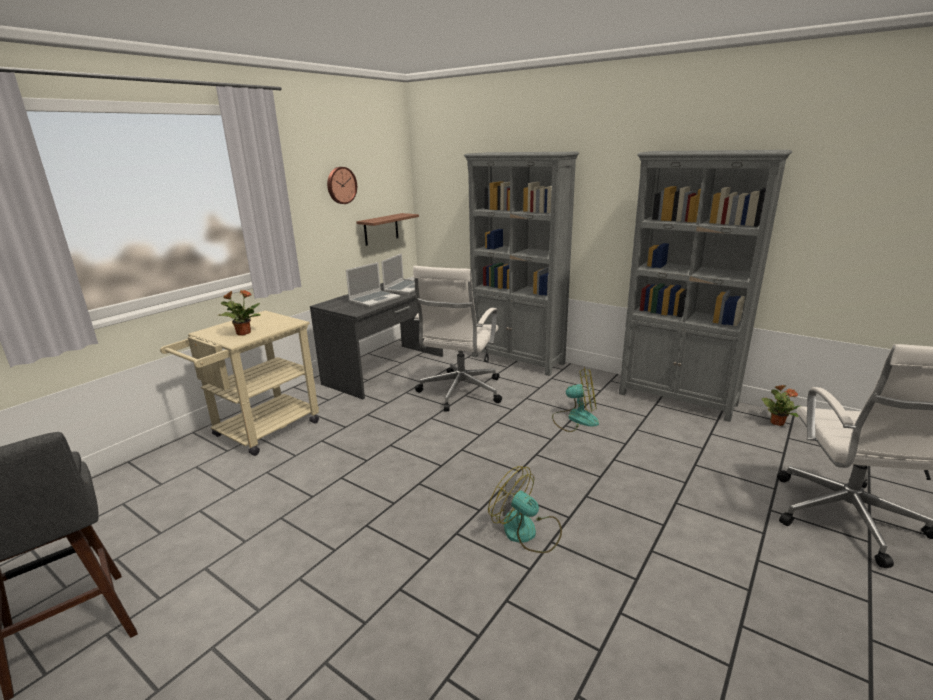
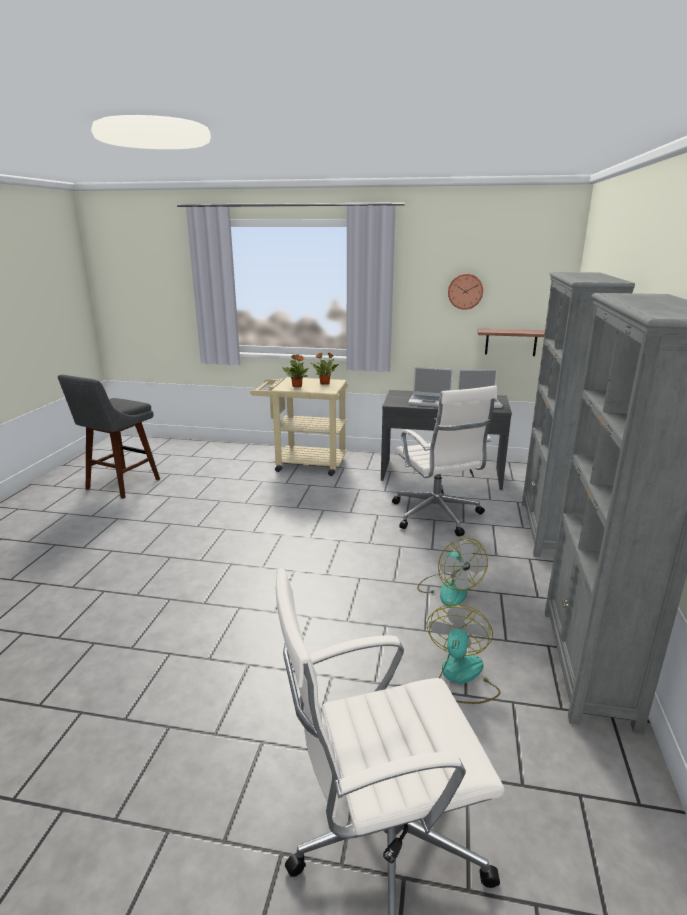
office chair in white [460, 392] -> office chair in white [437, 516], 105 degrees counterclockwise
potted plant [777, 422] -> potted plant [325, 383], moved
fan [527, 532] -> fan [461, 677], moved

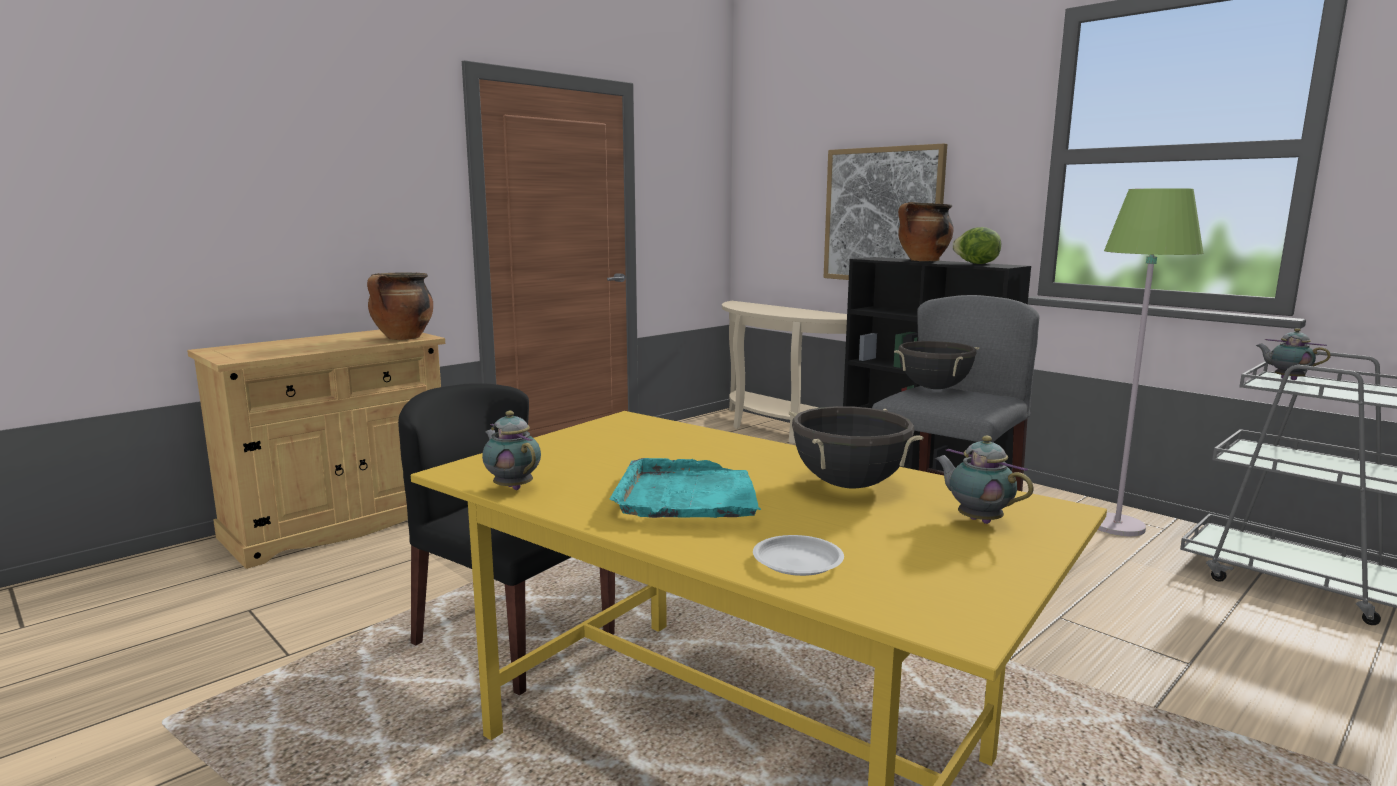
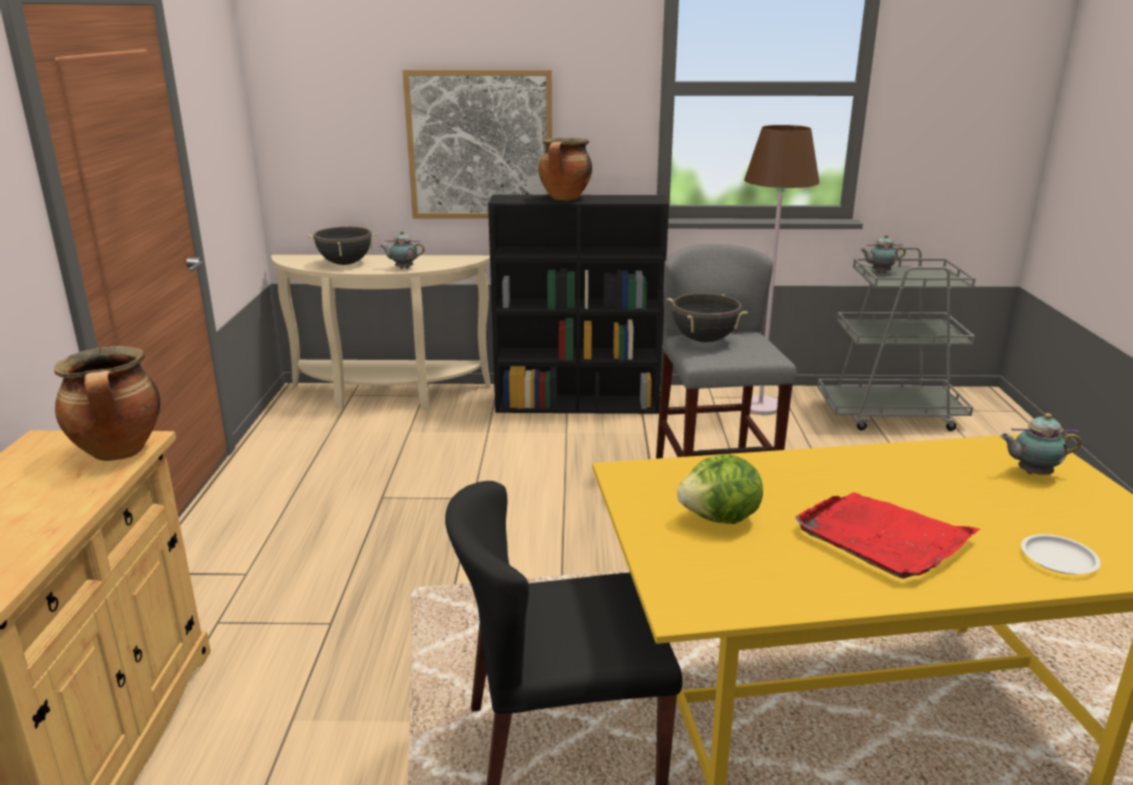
floor lamp in green [1117, 526] -> floor lamp in brown [760, 406]
lettuce [976, 264] -> lettuce [720, 519], moved
cooking pot in black [849, 484] -> cooking pot in black [345, 263], moved
teapot [512, 487] -> teapot [403, 268], moved
tray in turquoise [687, 496] -> tray in red [883, 538]

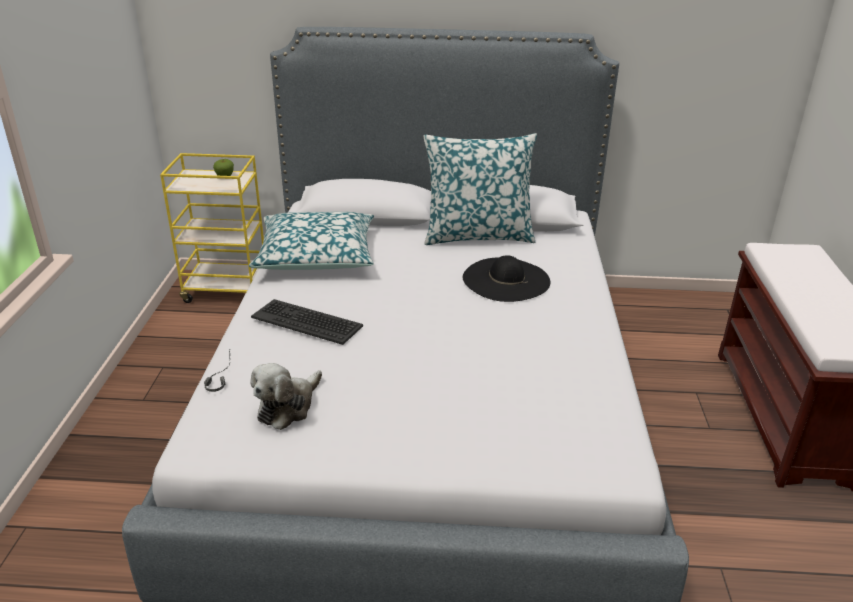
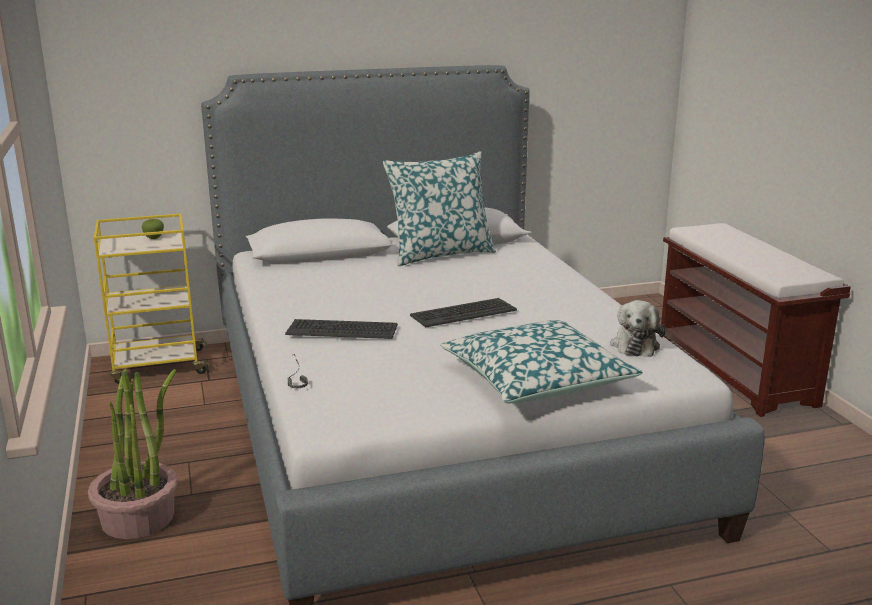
pillow [316, 255] -> pillow [536, 379], moved
hat in black [506, 279] -> none
plush toy [288, 406] -> plush toy [635, 344], moved
none -> keyboard [463, 313]
none -> potted plant [139, 517]

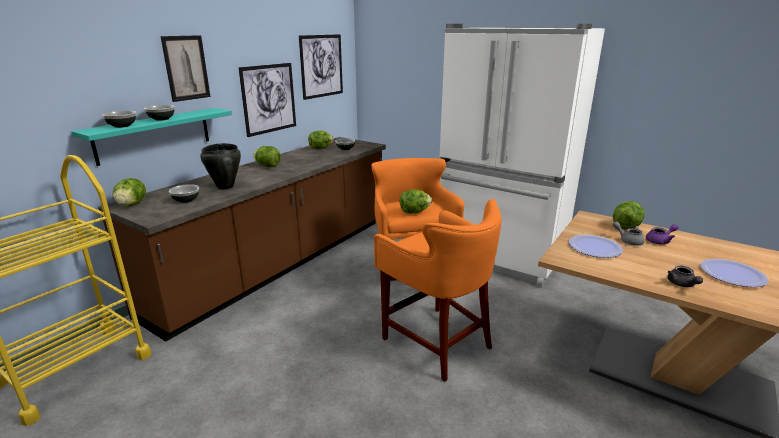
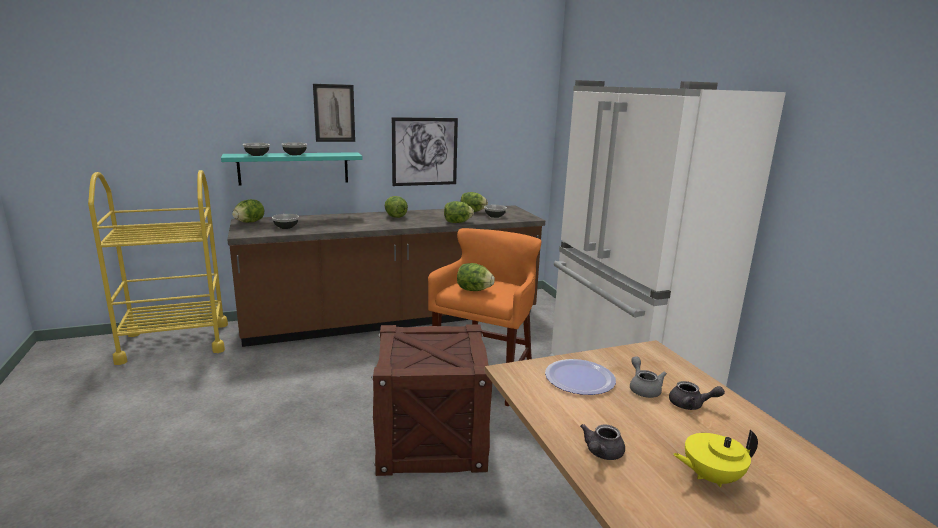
picture [321, 66] -> none
cooking pot in black [225, 187] -> none
stool in orange [437, 341] -> crate [431, 439]
lettuce [626, 227] -> lettuce [457, 222], moved
teapot in purple [660, 241] -> teapot in grey [691, 405]
plate [732, 274] -> teapot in yellow [710, 477]

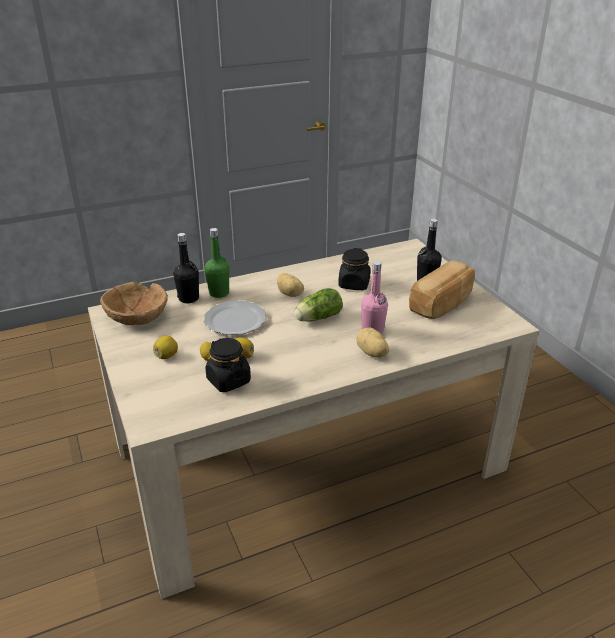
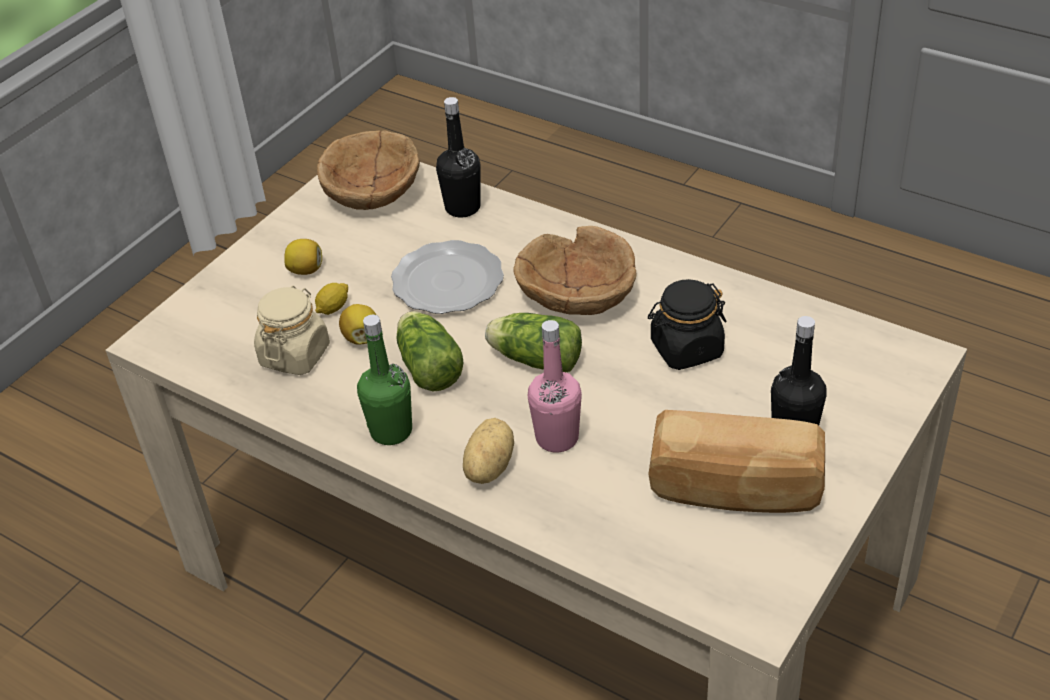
bottle in green [219, 293] -> bottle in green [391, 431], moved
potato [290, 294] -> bowl in brown [578, 295]
jar in black [228, 380] -> jar in beige [295, 355]
none -> lettuce [428, 365]

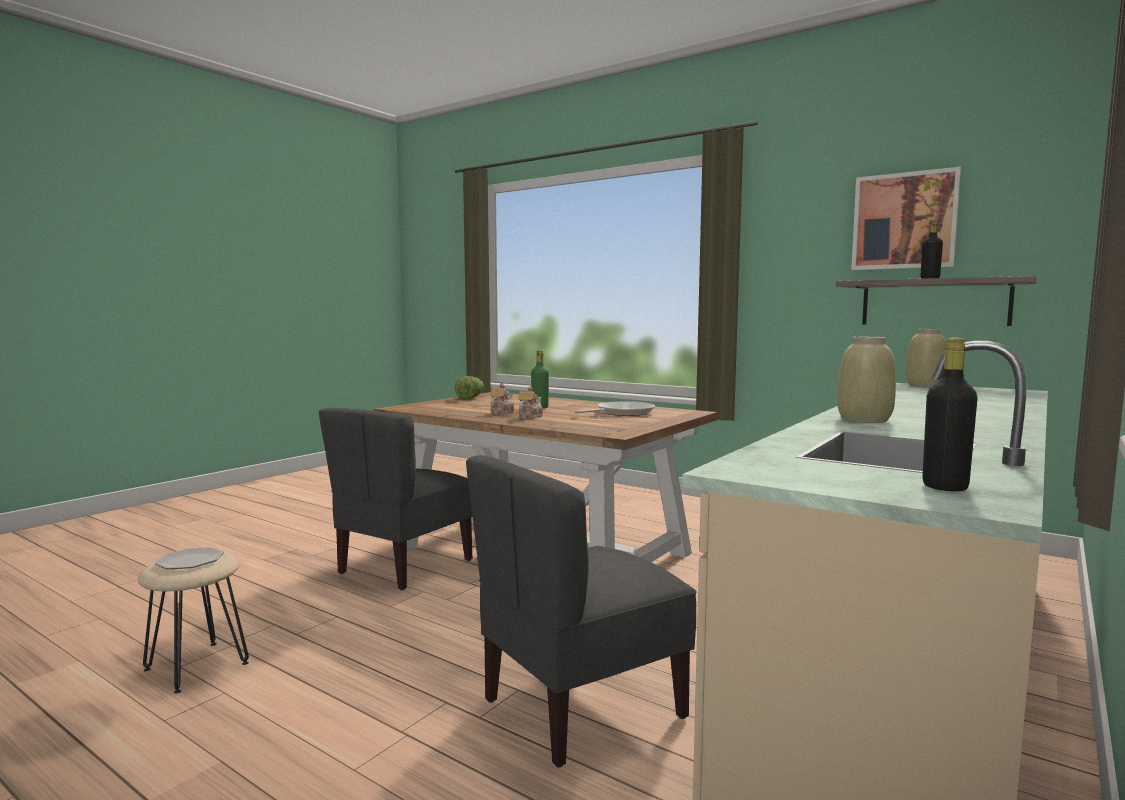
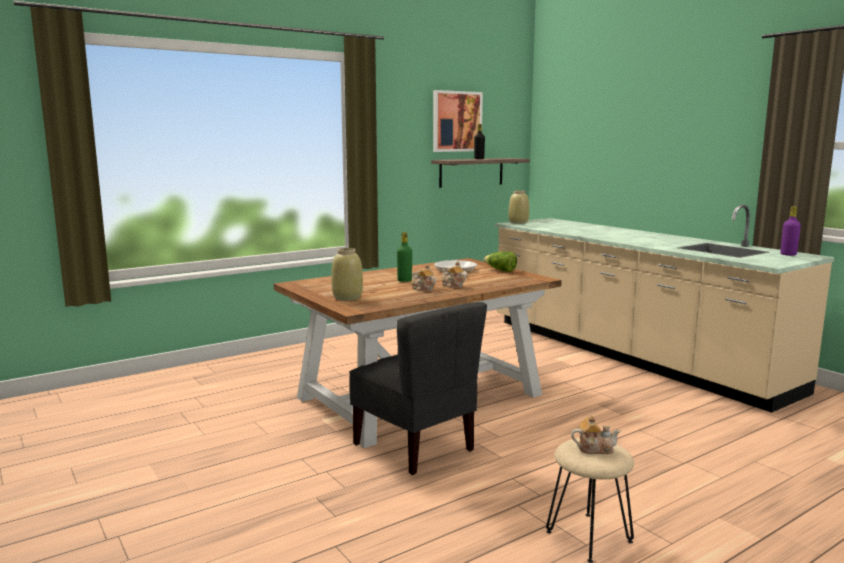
vase in beige [864, 419] -> vase in beige [347, 297], moved
bottle in black [945, 487] -> bottle in purple [788, 254]
lettuce [470, 398] -> lettuce [500, 270], moved
chair in grey [581, 707] -> none
plate [191, 561] -> teapot [594, 449]

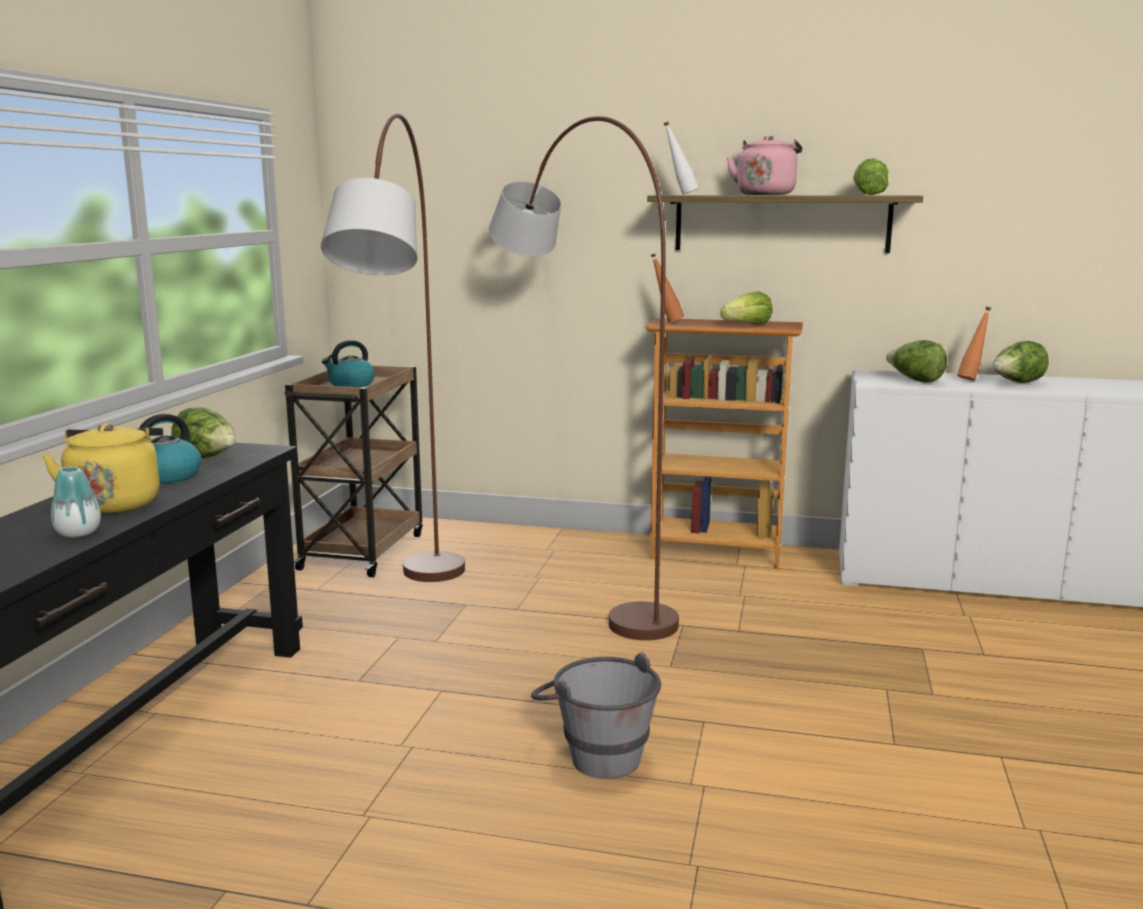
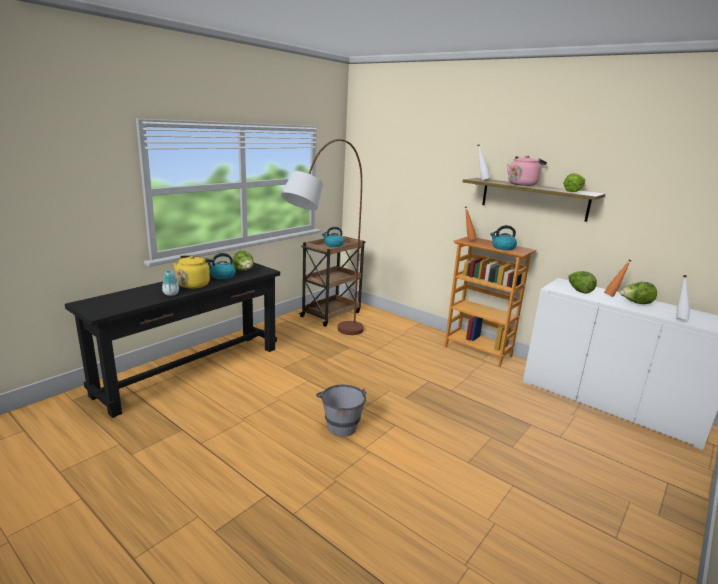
floor lamp in brown [575, 582] -> none
lettuce [747, 325] -> kettle [503, 248]
none -> bottle in white [678, 318]

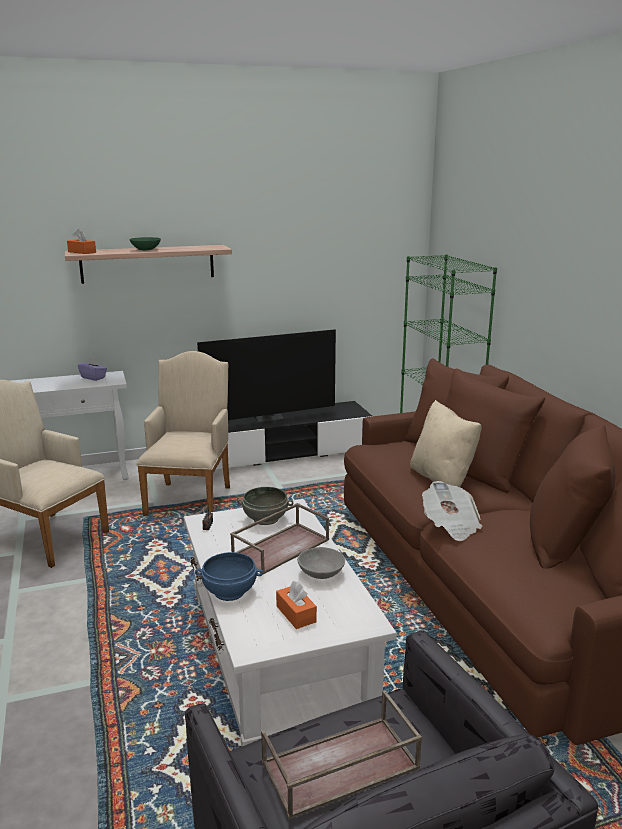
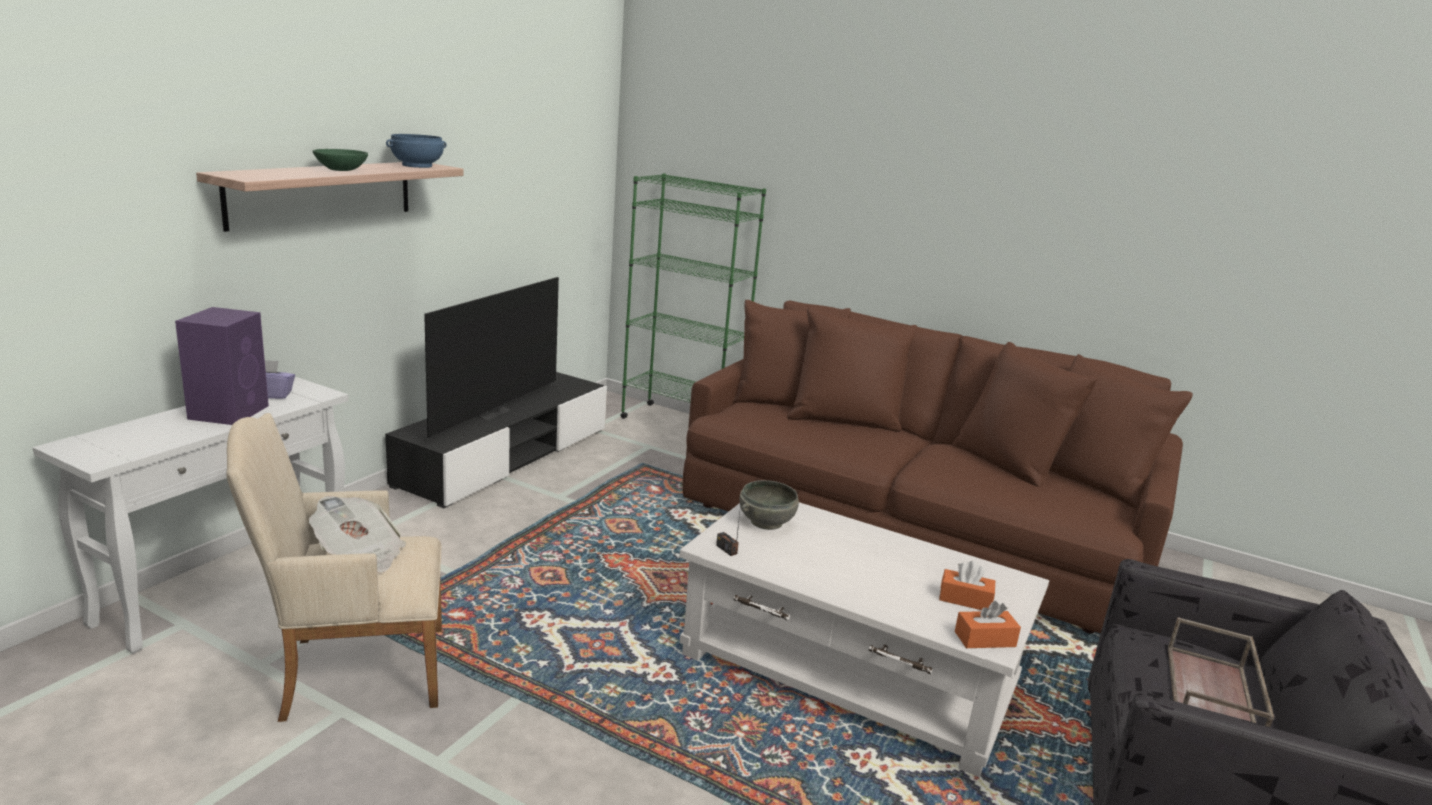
tissue box in orange [82, 252] -> tissue box in orange [985, 639], moved
armchair in beige [190, 498] -> none
pillow in beige [442, 480] -> none
newspaper [450, 525] -> newspaper [360, 554], moved
tray in brown [281, 547] -> none
bowl in grey [321, 573] -> none
bowl in blue [229, 592] -> bowl in blue [417, 166], moved
none -> speaker in purple [230, 412]

